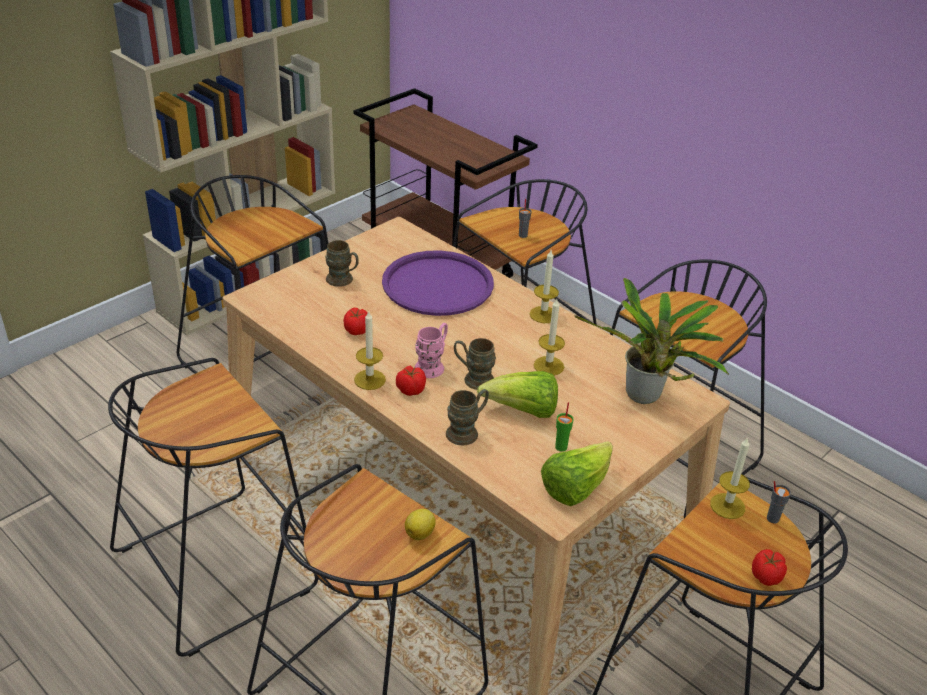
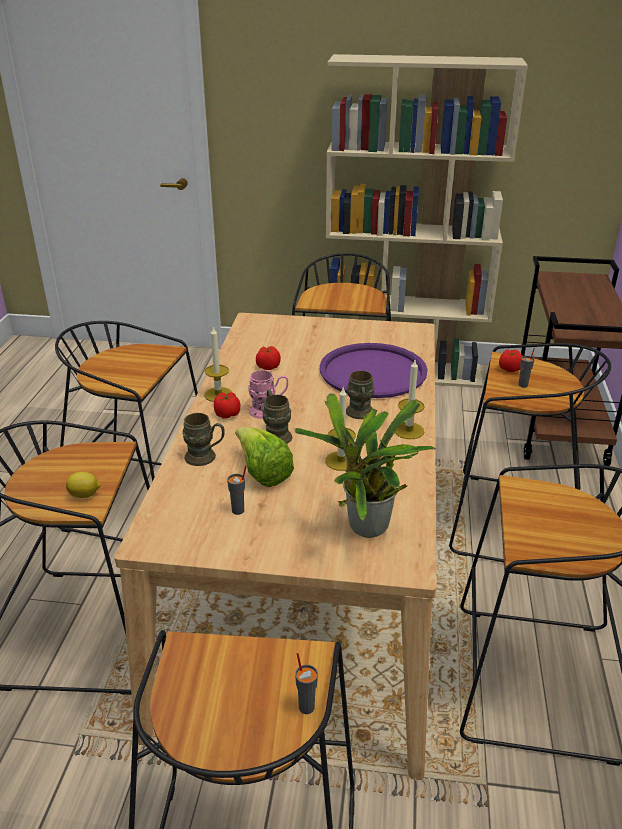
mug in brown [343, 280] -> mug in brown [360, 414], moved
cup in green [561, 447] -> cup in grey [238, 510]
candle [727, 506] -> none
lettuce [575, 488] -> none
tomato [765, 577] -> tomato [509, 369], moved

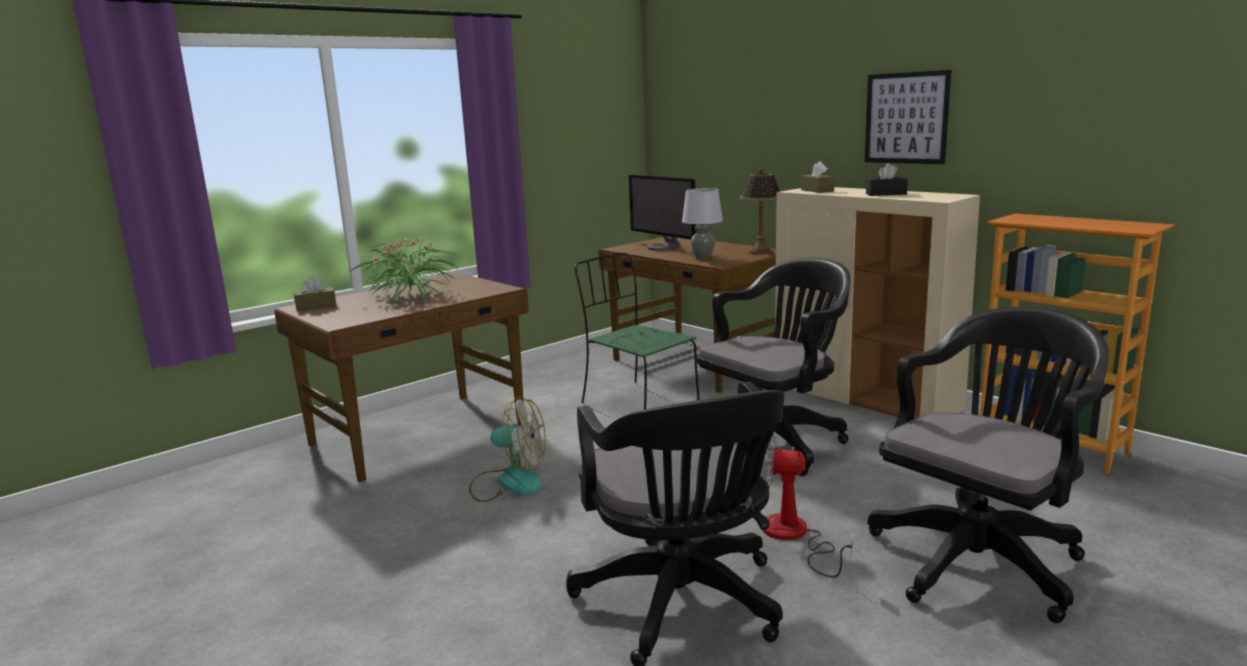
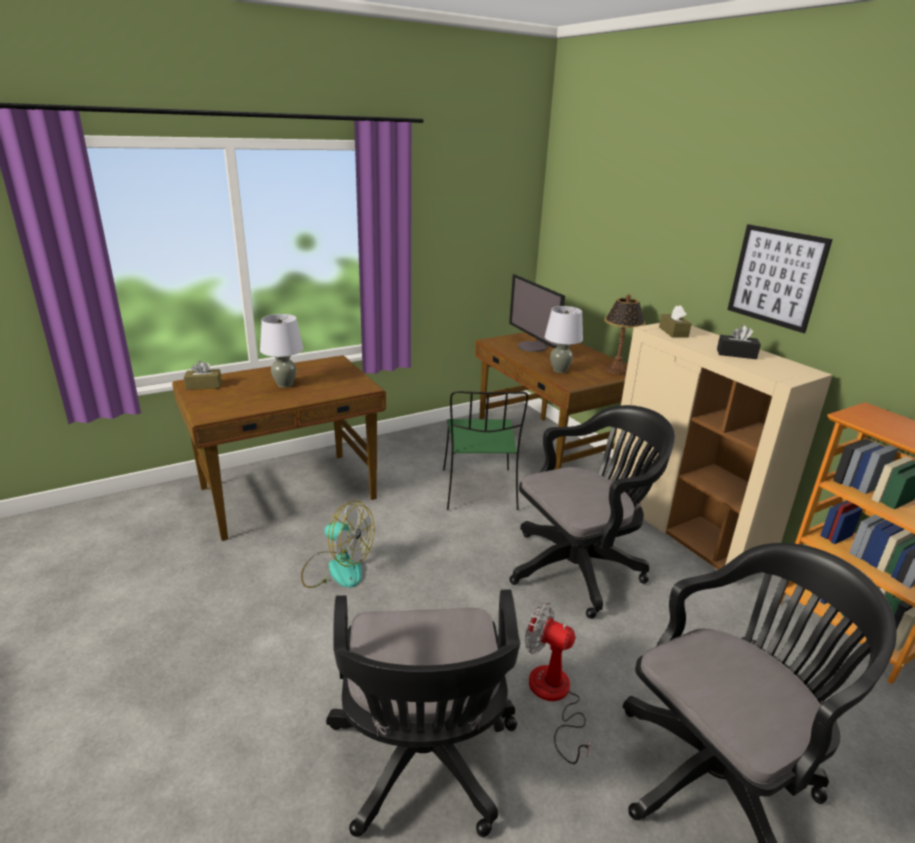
potted plant [410, 296] -> table lamp in grey [285, 384]
chair in green [637, 402] -> chair in green [479, 491], 150 degrees counterclockwise

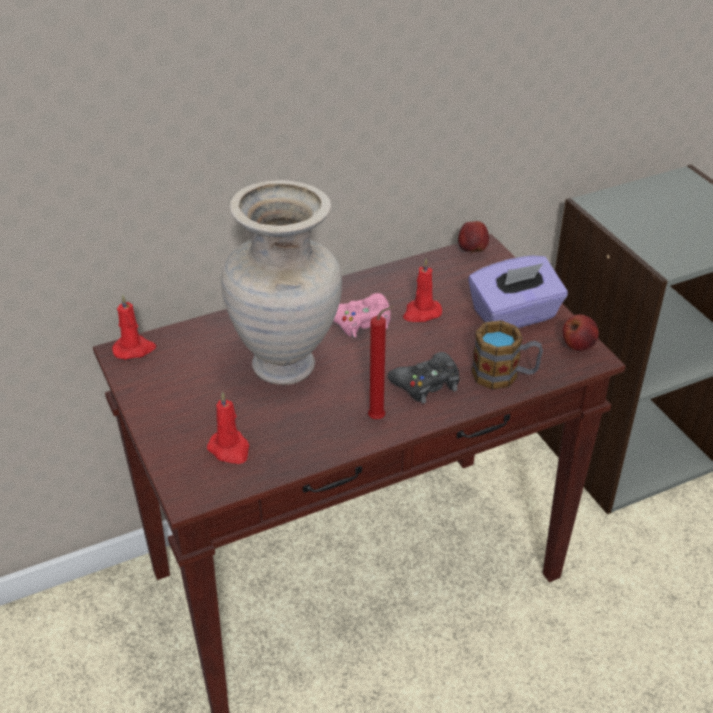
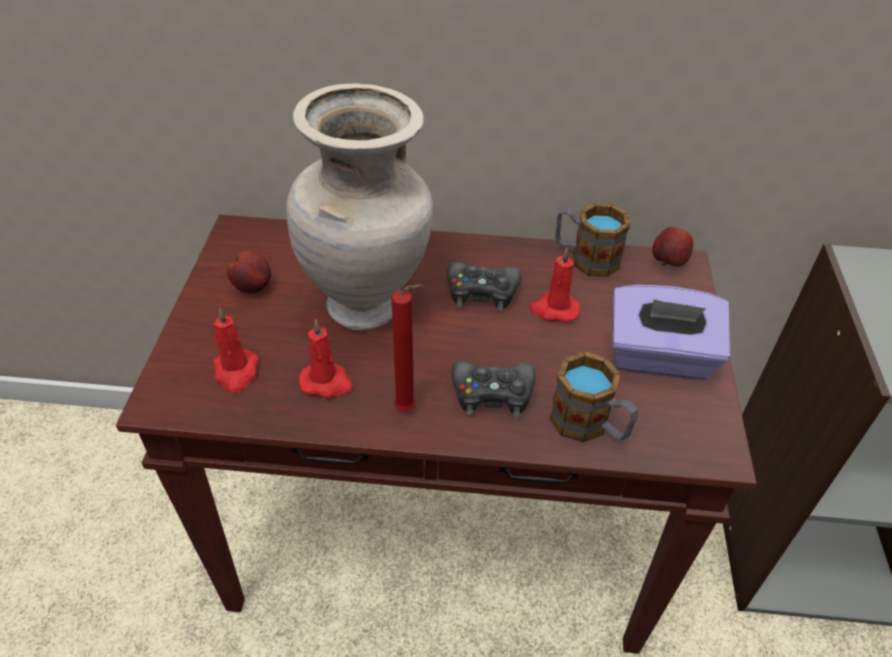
game controller in pink [361, 321] -> game controller in black [482, 292]
candle in red [134, 349] -> candle in red [327, 382], moved
apple [577, 346] -> apple [253, 287], moved
none -> mug [585, 258]

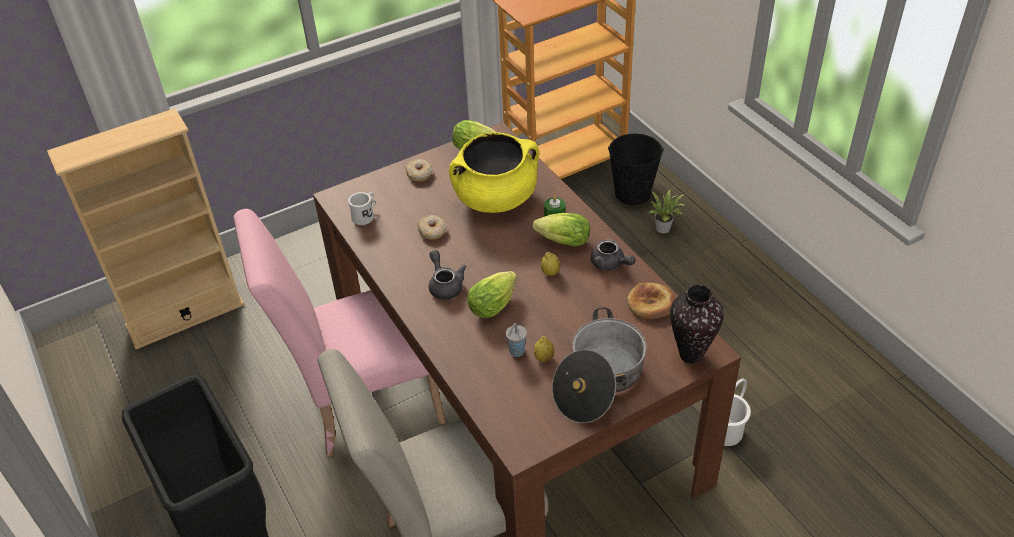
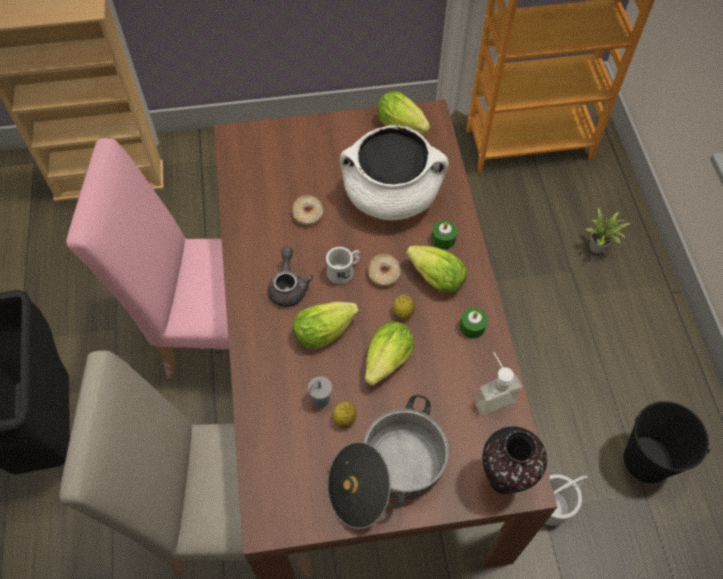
cooking pot in yellow [495, 198] -> cooking pot in white [391, 196]
bucket in black [632, 193] -> bucket in black [647, 459], moved
donut [419, 174] -> donut [384, 274], moved
mug in white [365, 216] -> mug in white [344, 271], moved
teapot in grey [610, 264] -> candle in green [472, 327]
bread [651, 304] -> soap dispenser [491, 395]
none -> lettuce [385, 364]

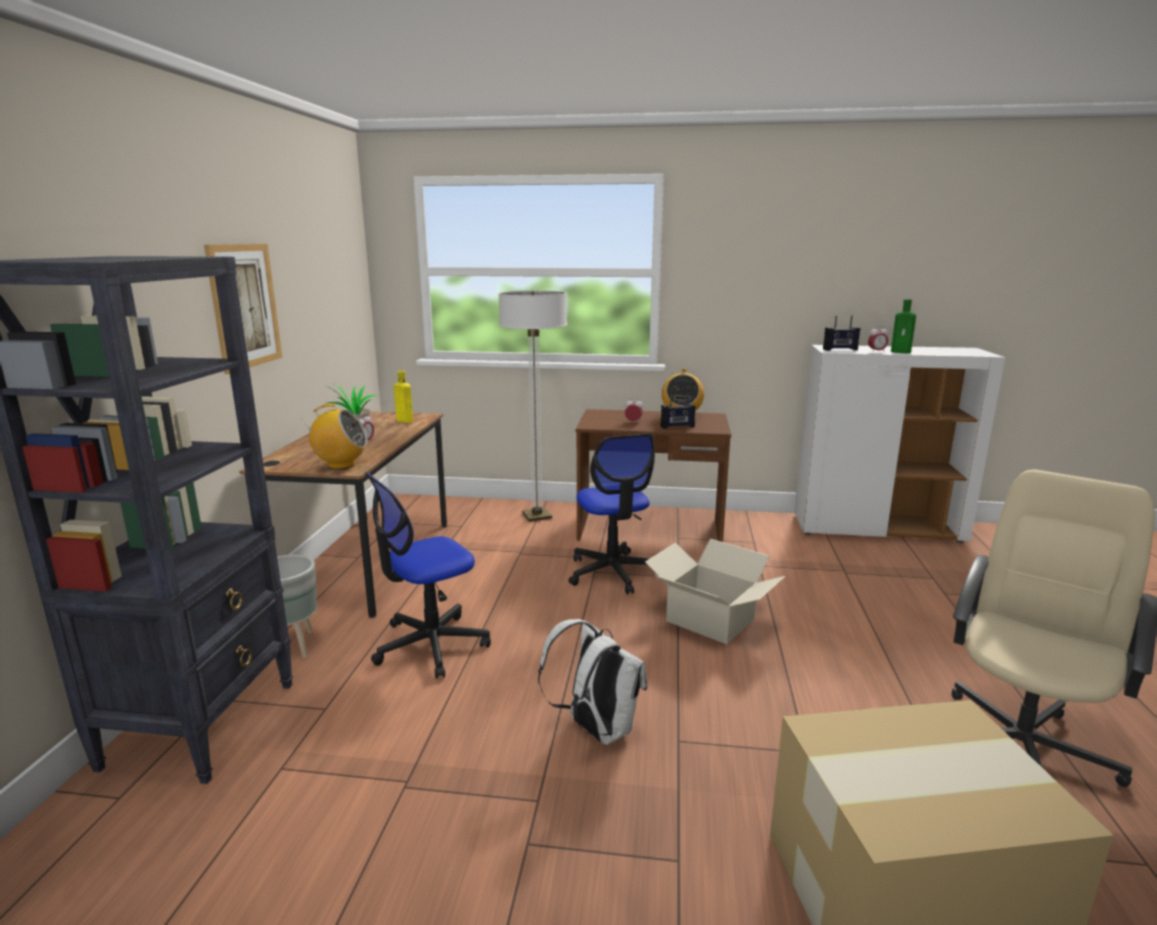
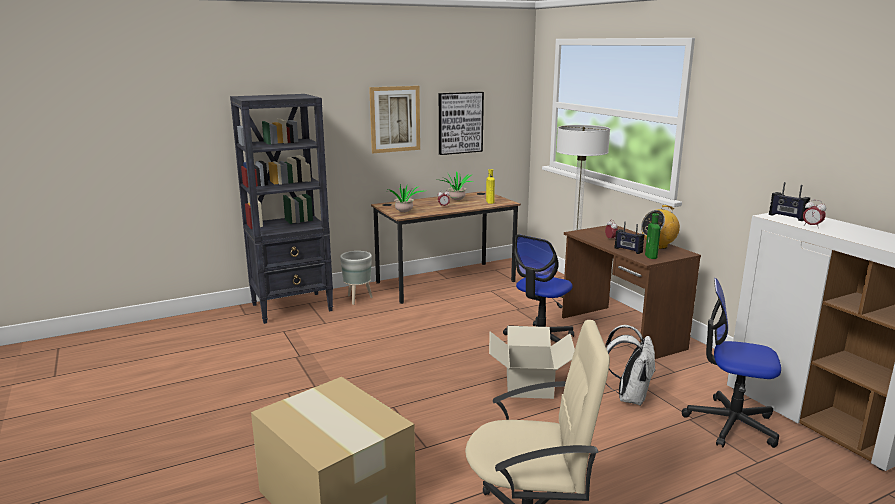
bottle in green [902, 352] -> bottle in green [651, 256], moved
radio [341, 465] -> potted plant [404, 213]
office chair [430, 645] -> office chair [730, 424], moved
backpack in white [595, 729] -> backpack in white [628, 397], moved
none -> picture [460, 123]

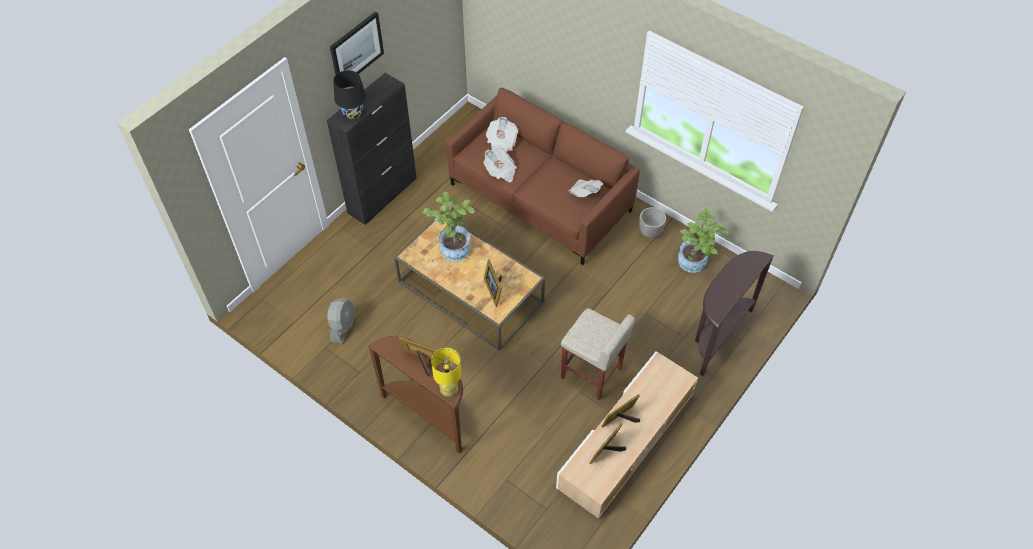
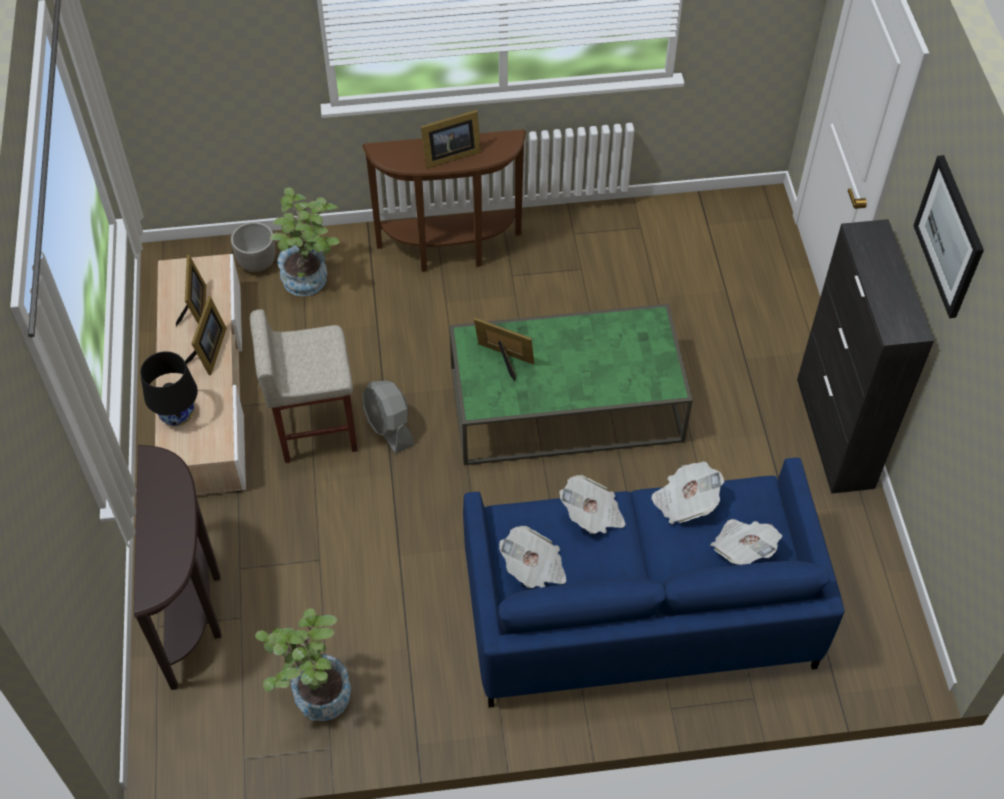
table lamp in black [353, 113] -> table lamp in black [177, 414], moved
sofa in brown [540, 198] -> sofa in blue [638, 610]
potted plant [453, 246] -> potted plant [311, 280], moved
planter [650, 232] -> planter [257, 264], moved
coffee table in brown [471, 292] -> coffee table in green [566, 406]
fan in grey [343, 326] -> fan in grey [389, 427], moved
table lamp in yellow [449, 390] -> none
none -> newspaper [592, 515]

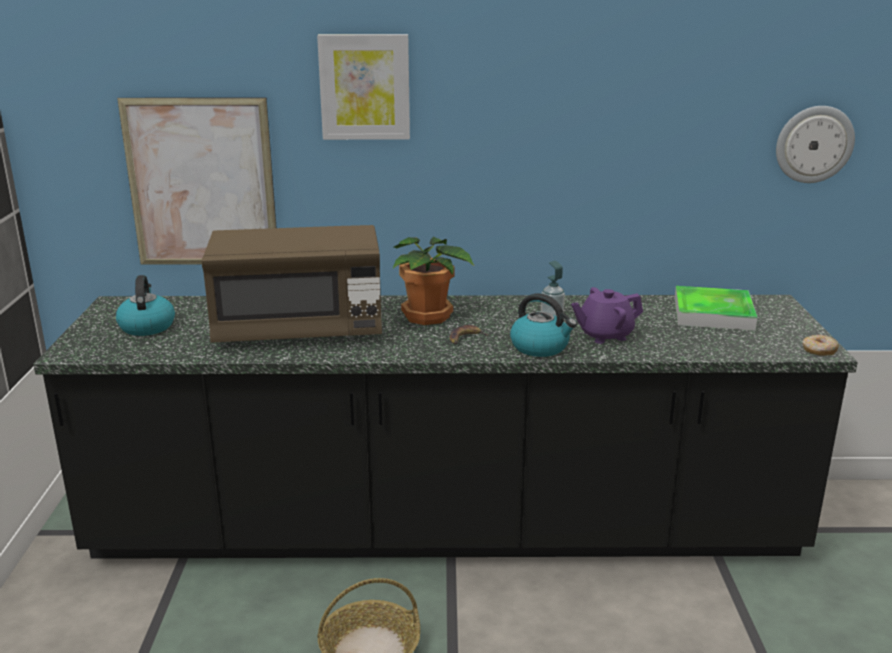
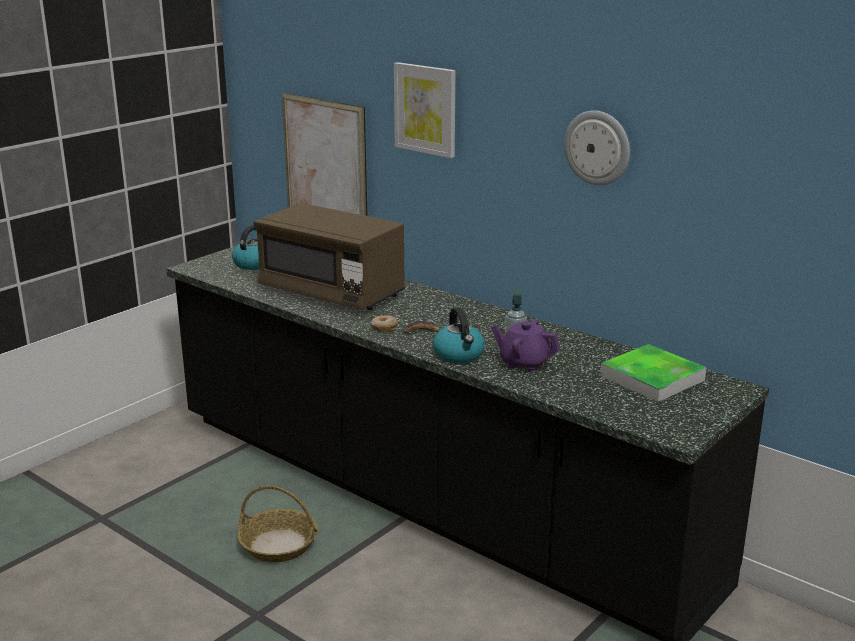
wall clock [814, 144] -> wall clock [597, 147], moved
potted plant [428, 317] -> none
donut [819, 351] -> donut [384, 328], moved

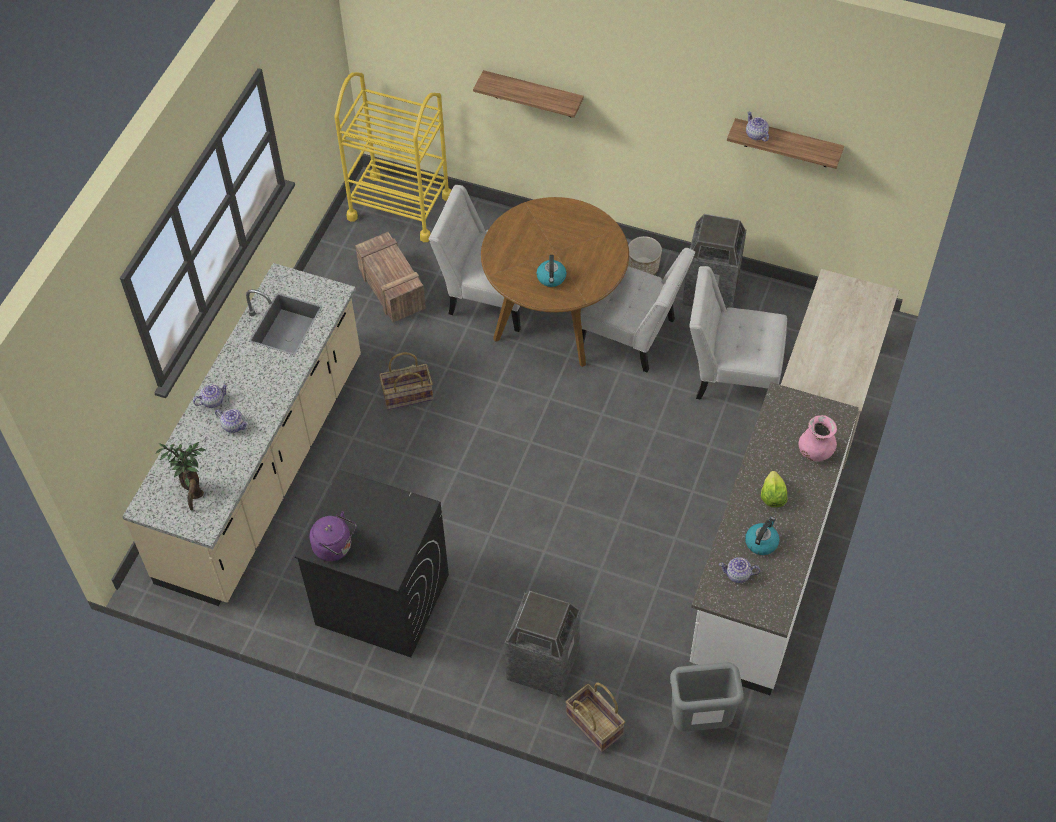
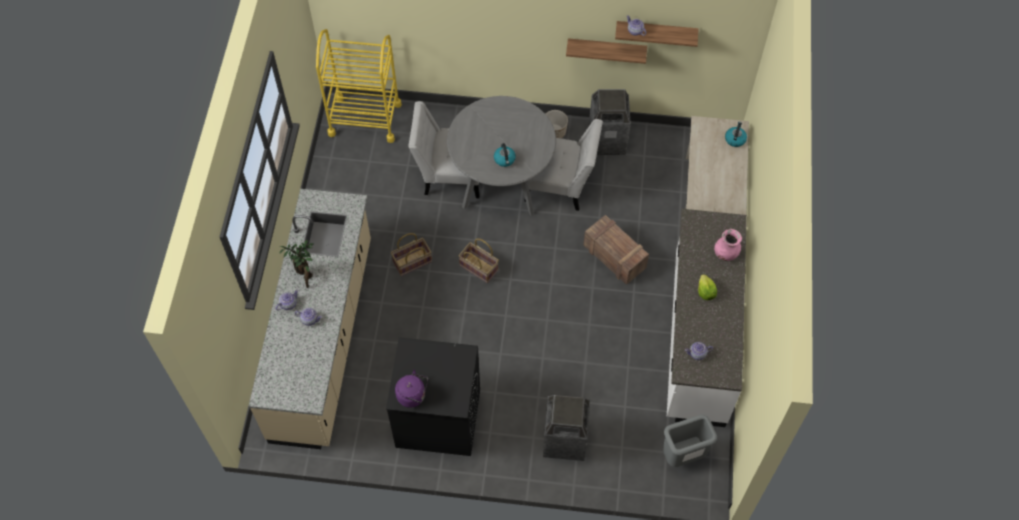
shelf [533, 94] -> shelf [606, 49], moved
dining table in brown [555, 317] -> dining table in grey [501, 181]
crate [391, 288] -> crate [613, 256], moved
chair in white [732, 373] -> none
potted plant [194, 492] -> potted plant [305, 275], moved
kettle [761, 542] -> kettle [735, 139], moved
basket [595, 724] -> basket [479, 267], moved

